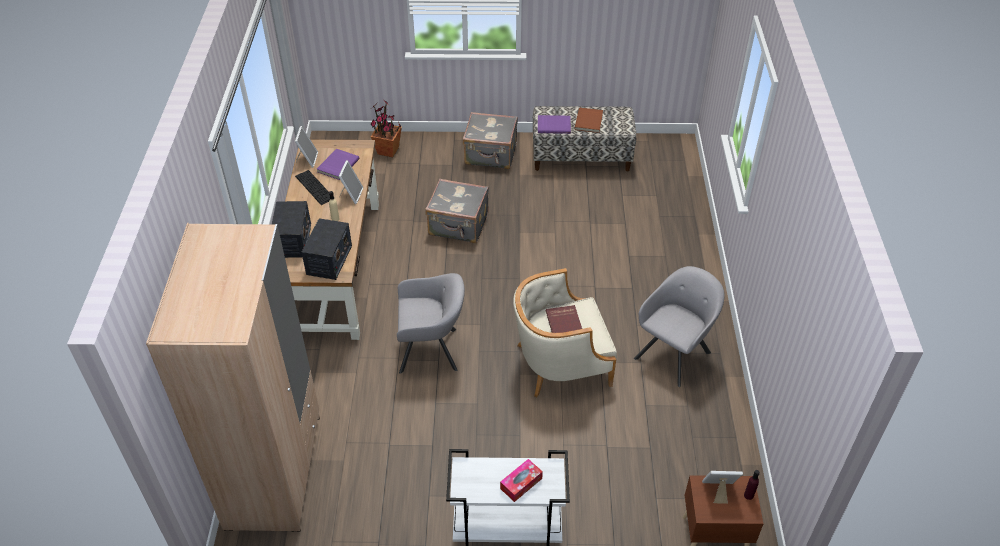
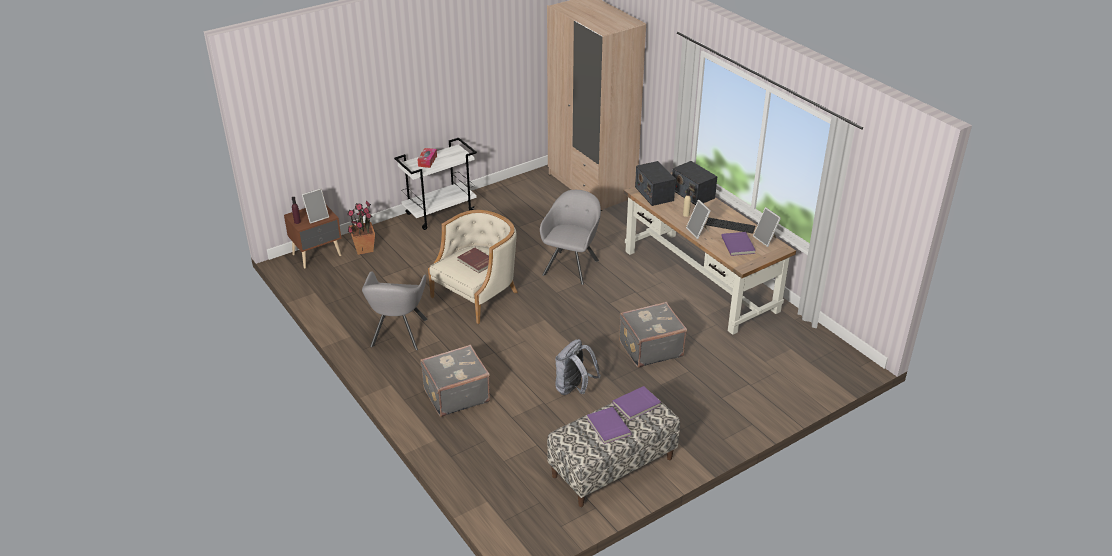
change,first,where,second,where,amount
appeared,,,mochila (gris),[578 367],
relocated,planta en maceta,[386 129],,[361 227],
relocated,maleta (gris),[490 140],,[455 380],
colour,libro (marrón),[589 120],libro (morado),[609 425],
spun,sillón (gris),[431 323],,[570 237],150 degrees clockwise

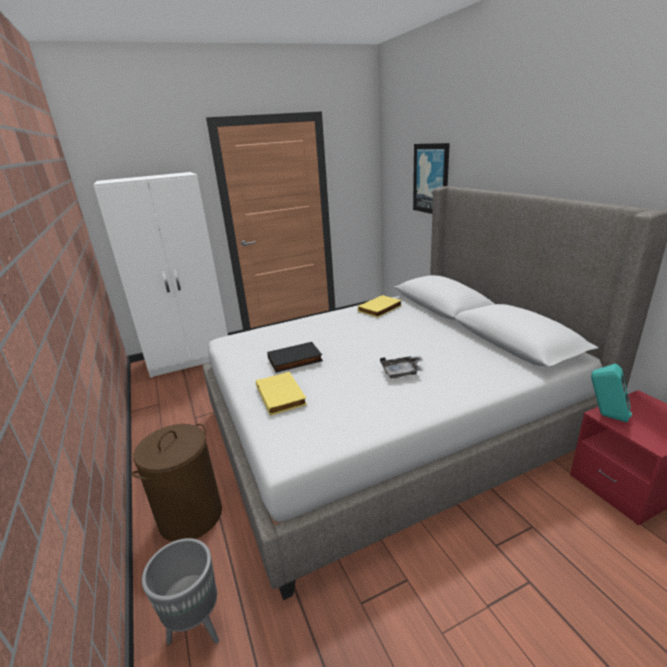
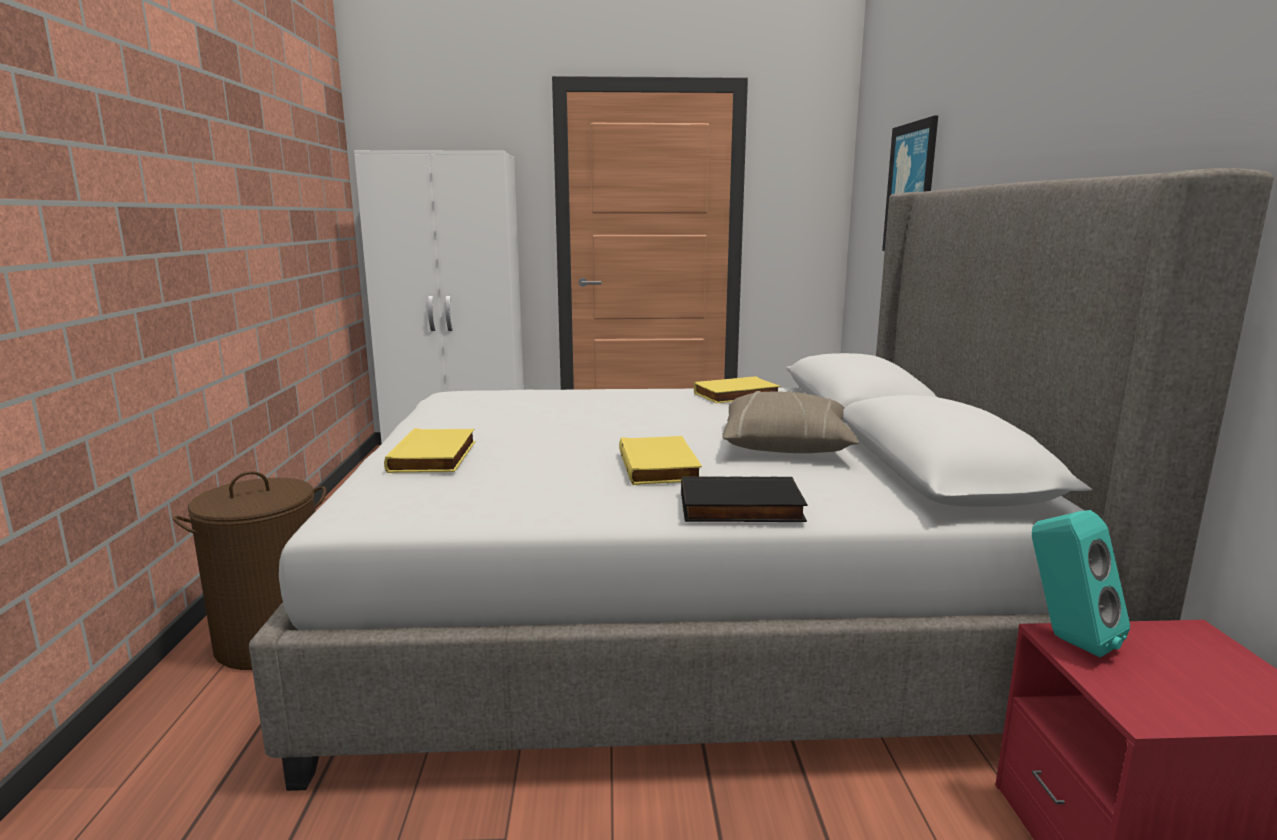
change,first,where,second,where,amount
missing,maceta (gris),[180 591],,,
appeared,,,cojín (beis),[790 422],
relocated,libro (negro),[295 357],,[744 499],
exchanged,bandeja (gris),[402 367],libro (amarillo),[660 460],

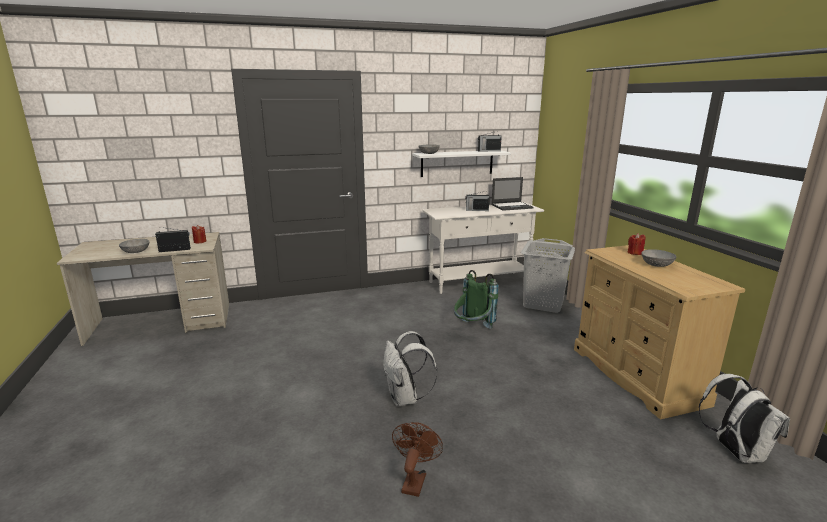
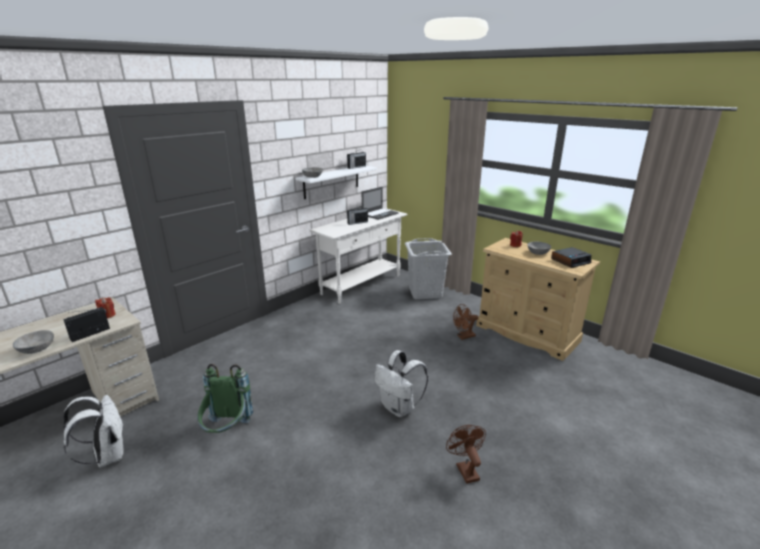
change,first,where,second,where,amount
appeared,,,ventilador (marrón),[466 322],
appeared,,,despertador,[571 257],
relocated,mochila (verde),[476 299],,[225 398],
relocated,mochila (blanco),[744 418],,[93 431],

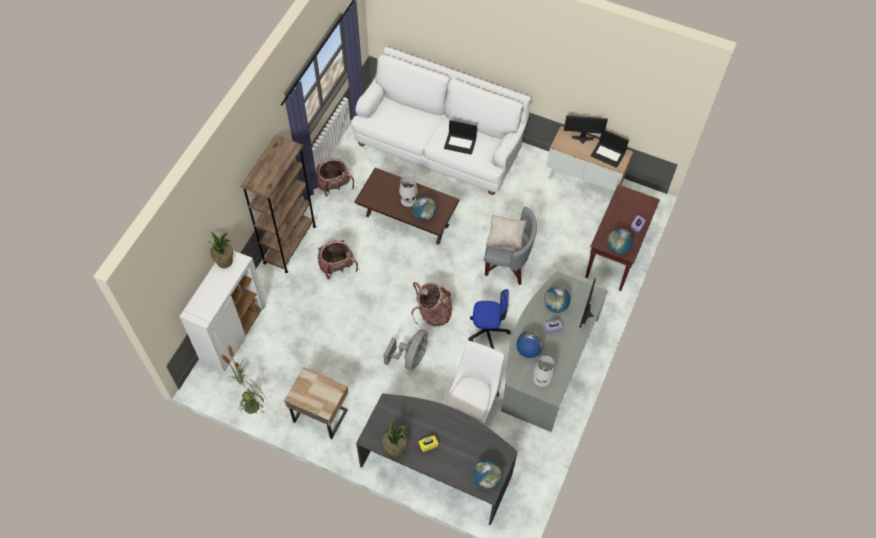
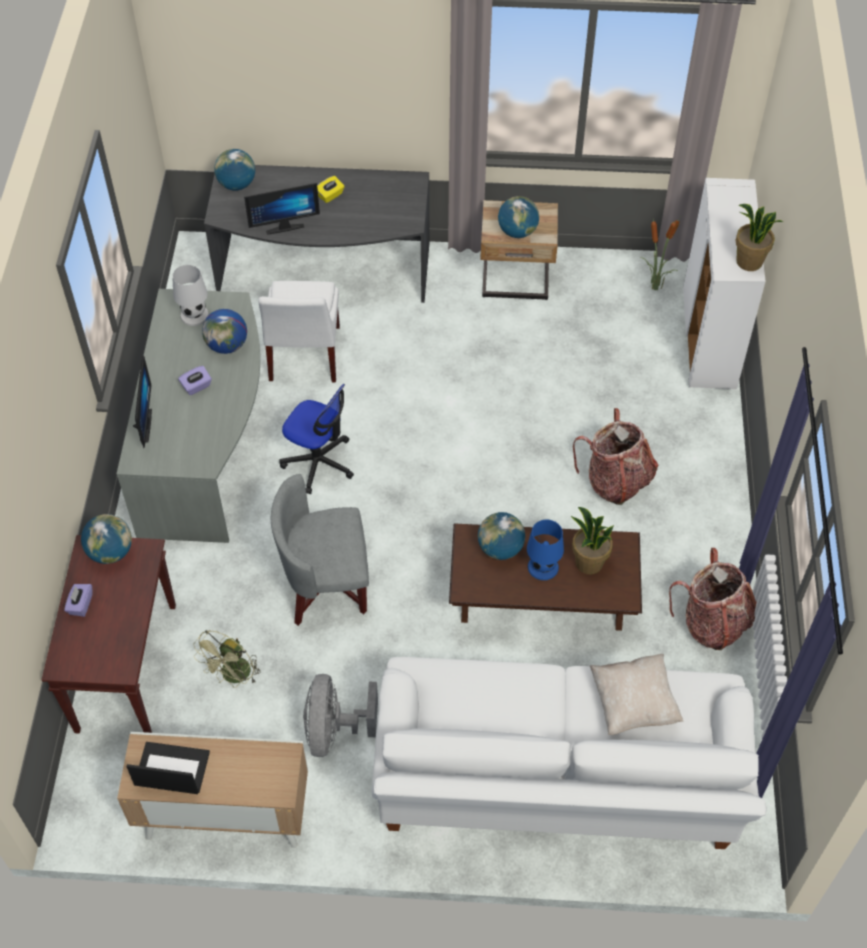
change,first,where,second,where,amount
missing,estantería (marrón),[278 203],,,
missing,mochila,[431 304],,,
missing,portátil,[460 137],,,
relocated,ventilador (verde),[253 395],,[227 659],
relocated,ventilador (gris),[405 349],,[340 715],
relocated,planta en maceta,[395 438],,[592 540],
relocated,cojín (beis),[506 233],,[637 694],
relocated,globo terráqueo,[557 300],,[518 217],
relocated,monitor,[586 129],,[282 209],
colour,lámpara de mesa (blanco),[408 191],lámpara de mesa (azul),[545 549],
spun,silla de oficina,[489 319],,[316 439],135 degrees counterclockwise

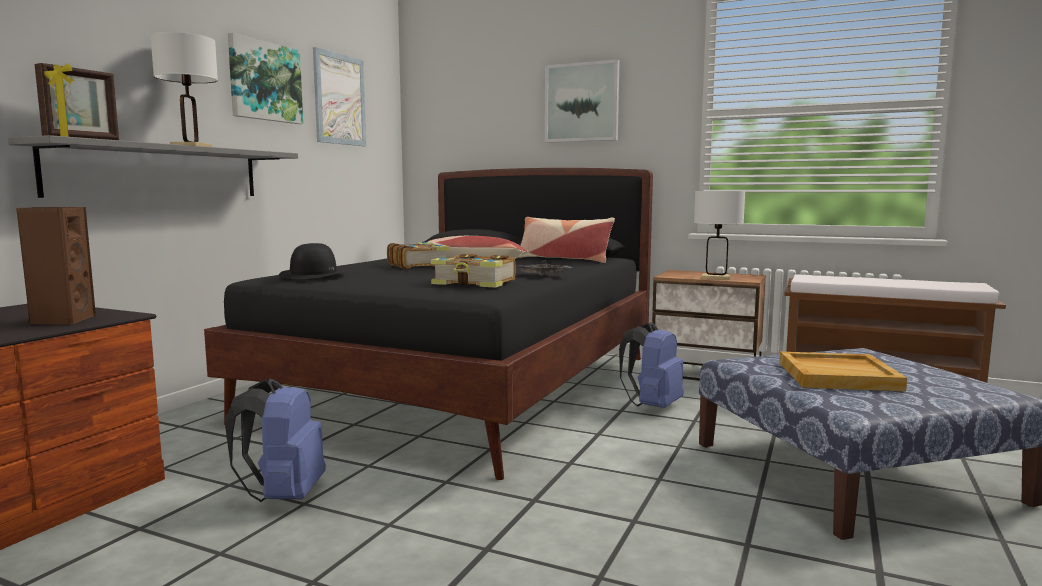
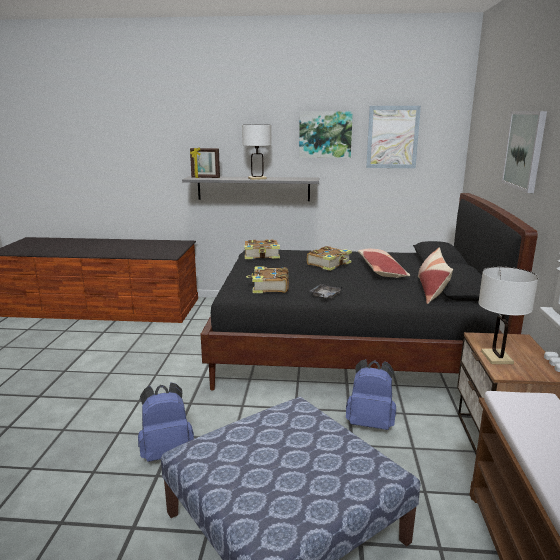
change,first,where,second,where,amount
missing,altavoz (marrón),[56 266],,,
missing,bandeja (beis),[843 371],,,
relocated,mochila (azul),[275 440],,[166 422],
exchanged,sombrero (negro),[313 261],libro,[262 249],

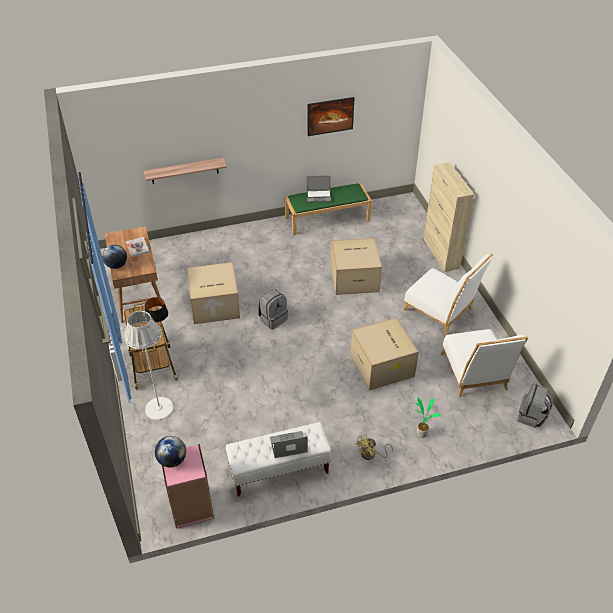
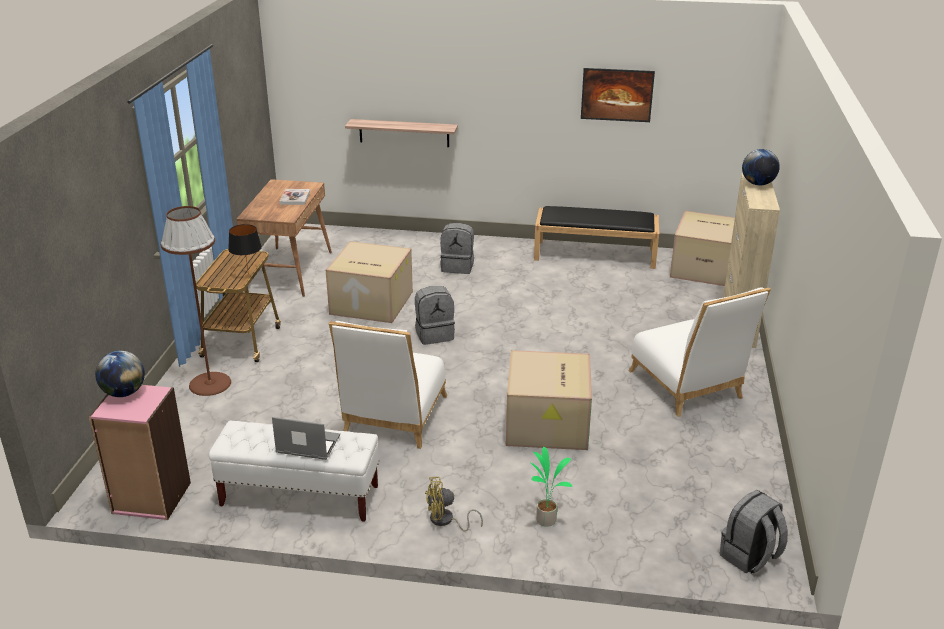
change,first,where,second,where,amount
missing,portátil,[319 188],,,
appeared,,,mochila (gris),[457 248],
relocated,globo terráqueo,[114 257],,[761 167],
relocated,caja de cartón,[356 266],,[702 248],
relocated,silla (blanco),[484 363],,[388 385],
colour,lámpara de pie (blanco),[149 365],lámpara de pie (marrón),[196 301],
colour,banco (verde),[328 209],banco (negro),[596 237],

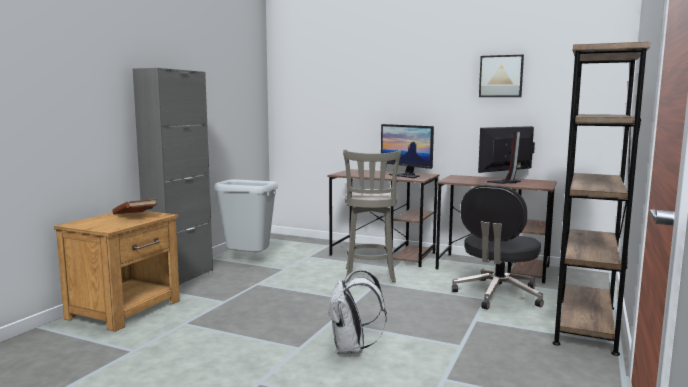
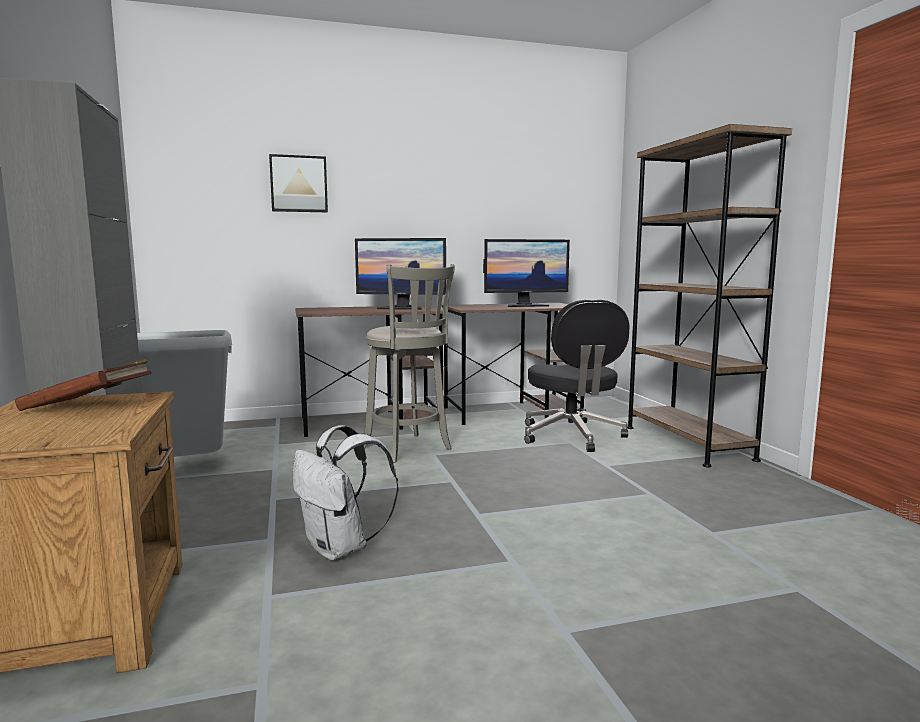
change,first,where,second,where,amount
relocated,mochila (blanco),[357 311],,[345 493],
relocated,cuadro,[501 76],,[298 183],
spun,monitor,[506 155],,[526 273],120 degrees counterclockwise

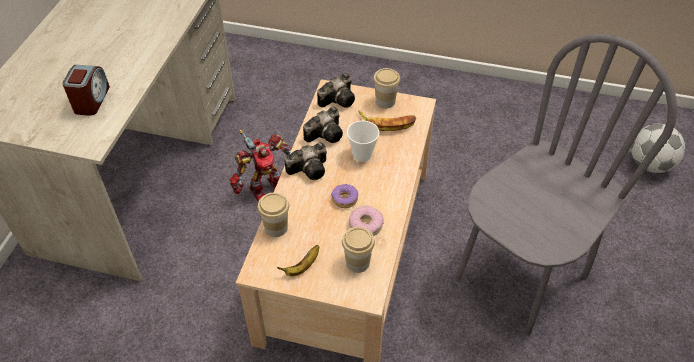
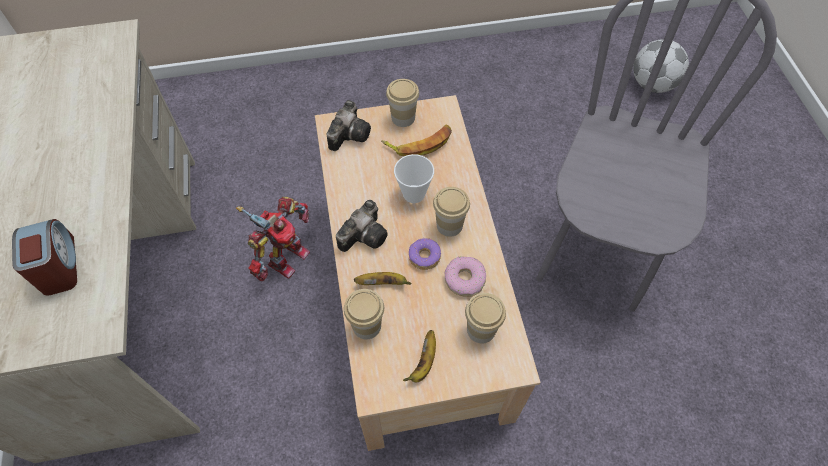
change,first,where,second,where,amount
missing,cámara,[323 125],,,
appeared,,,plátano,[383 278],
appeared,,,taza,[451 212],

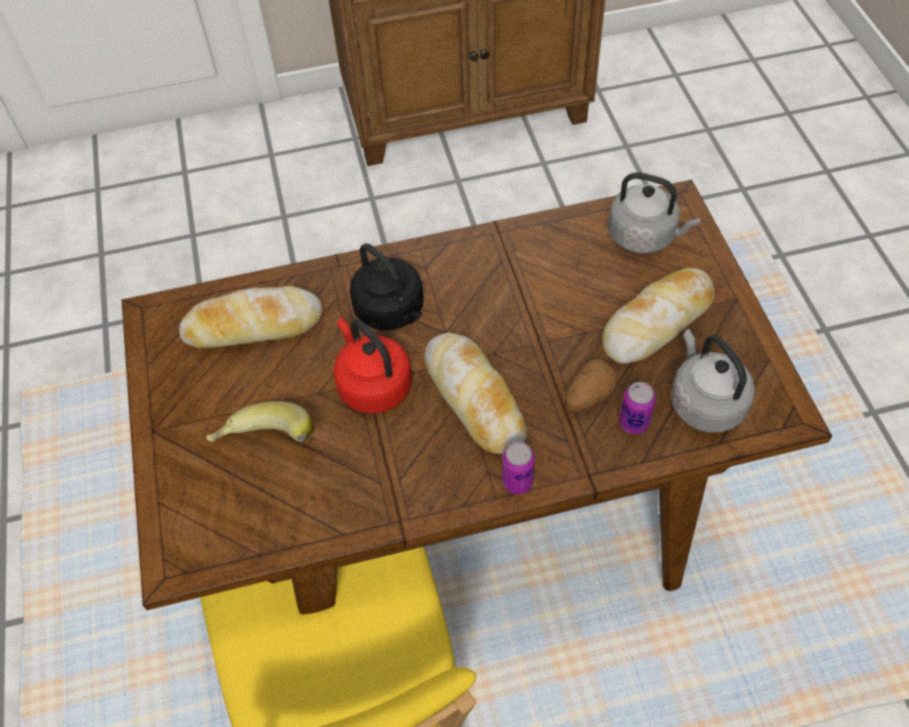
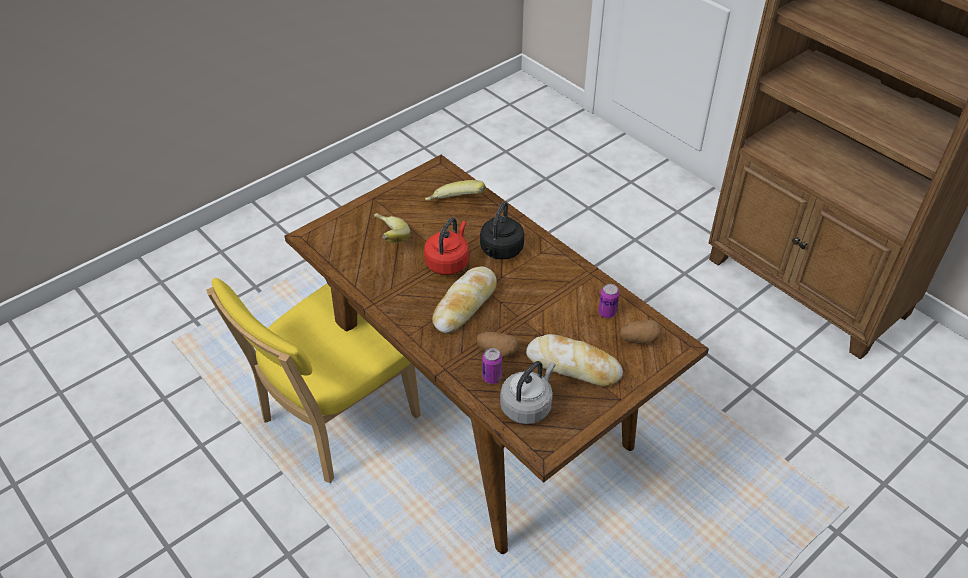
change,first,where,second,where,amount
relocated,lata,[518 468],,[608 301],
exchanged,pan,[251 317],plátano,[455 190],
exchanged,hervidor (gris),[654 213],patata,[640 332],

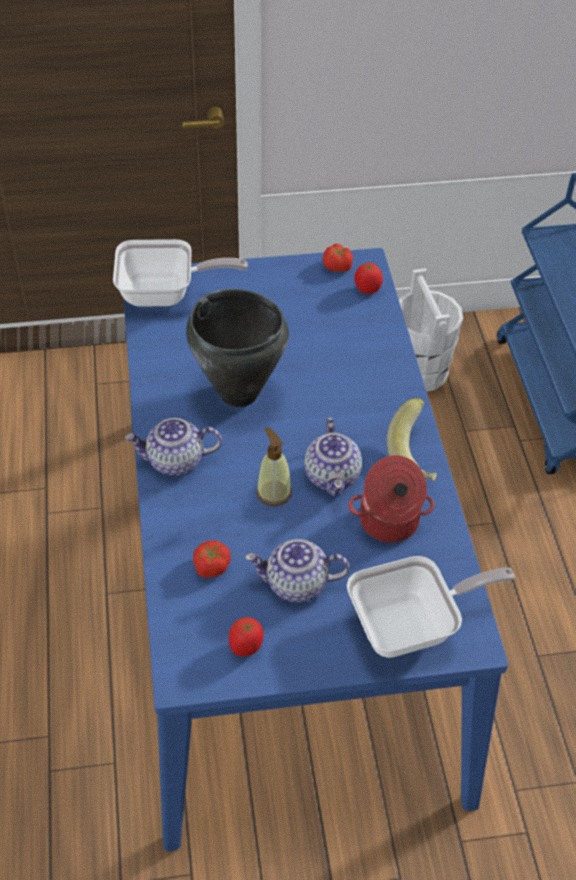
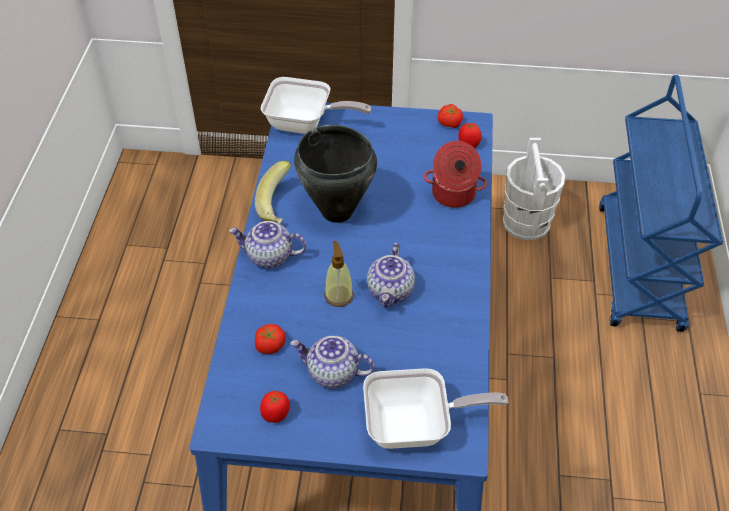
change,first,where,second,where,amount
relocated,olla,[391 499],,[455 174],
relocated,plátano,[412 439],,[273 192],

